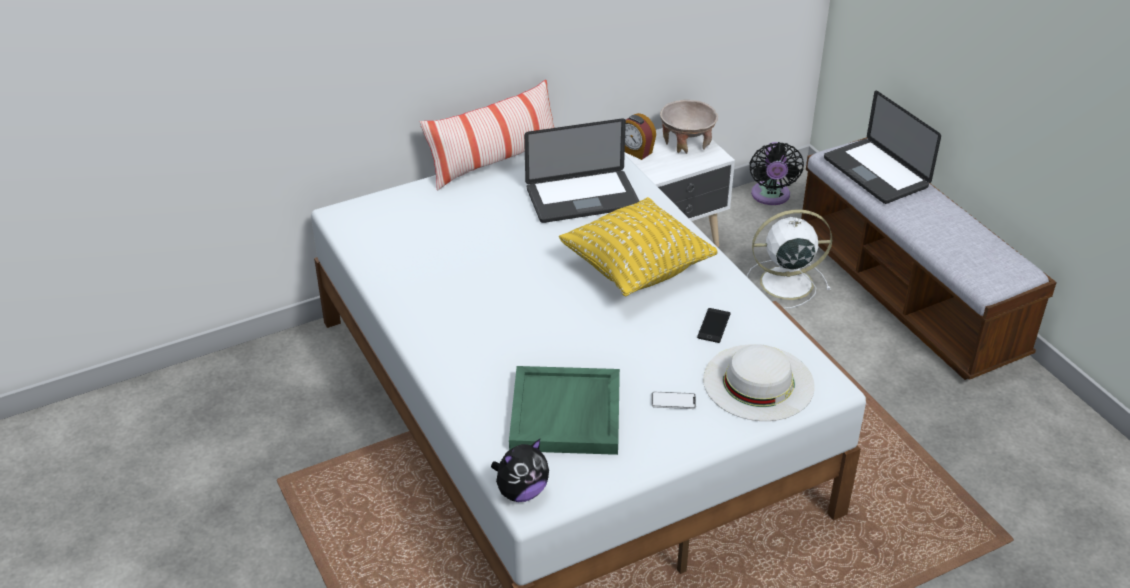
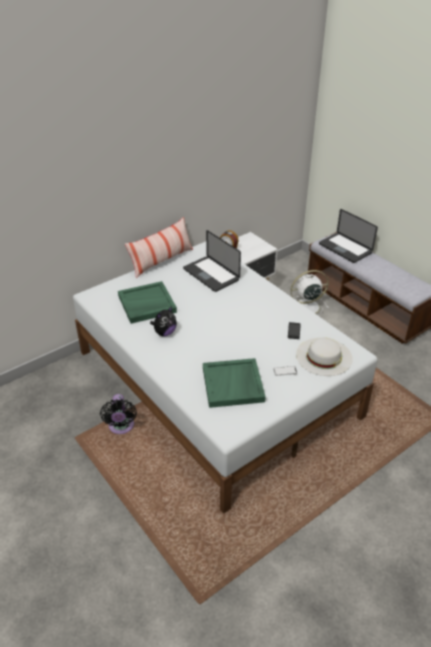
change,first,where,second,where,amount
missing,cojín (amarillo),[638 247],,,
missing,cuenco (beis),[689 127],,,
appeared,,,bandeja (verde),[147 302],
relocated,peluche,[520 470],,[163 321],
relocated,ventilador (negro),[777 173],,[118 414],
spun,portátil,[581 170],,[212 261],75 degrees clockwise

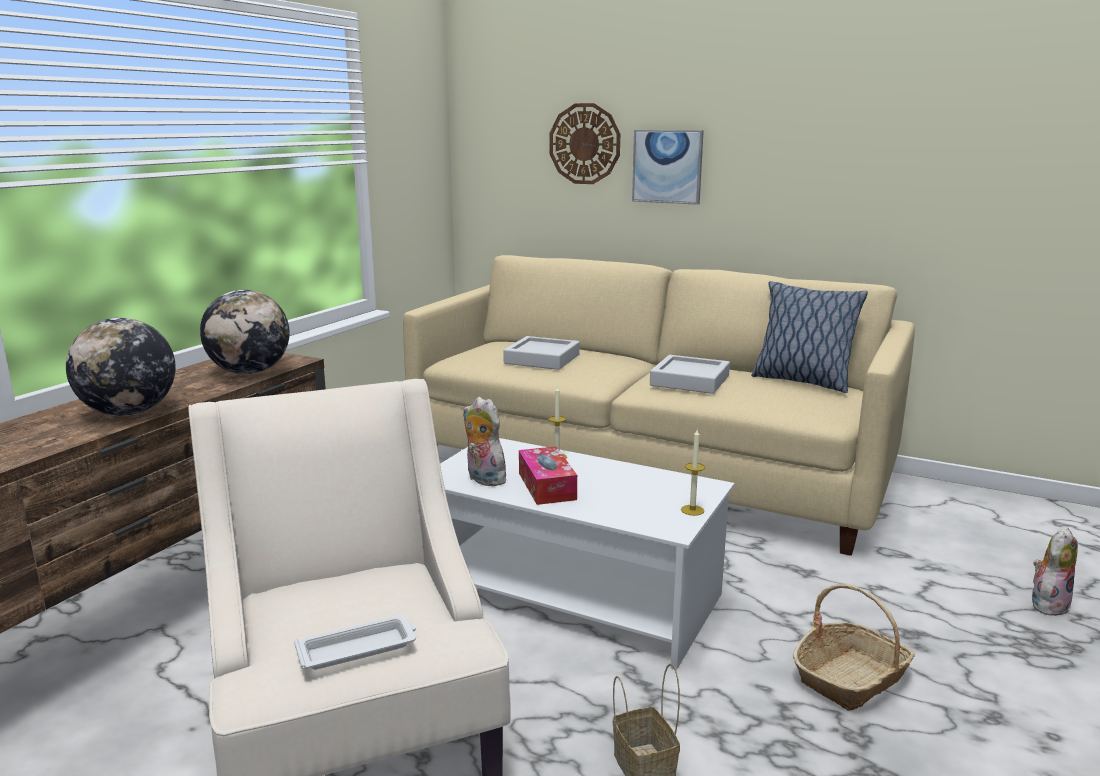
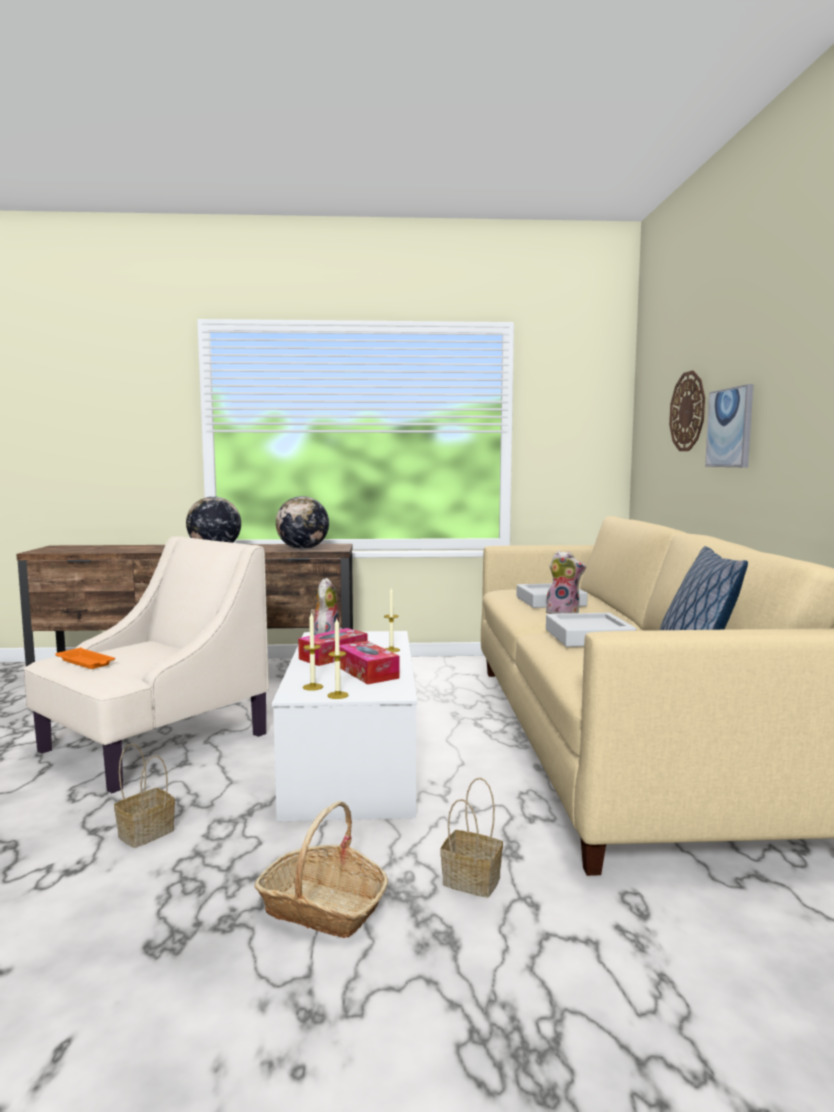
change,first,where,second,where,amount
appeared,,,vela,[313 651],
appeared,,,caja de pañuelos,[369 662],
appeared,,,cesta,[471 838],
relocated,peluche,[1055 571],,[566 582],
colour,bandeja (blanco),[355 642],bandeja (naranja),[85 658],

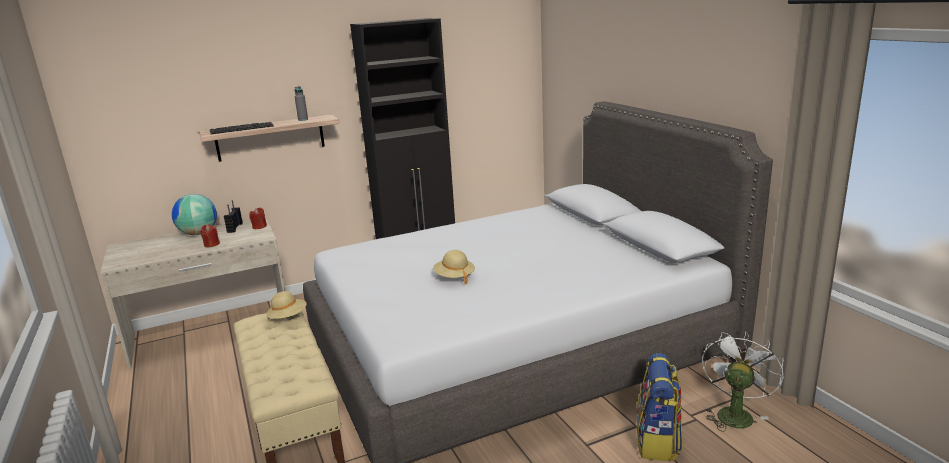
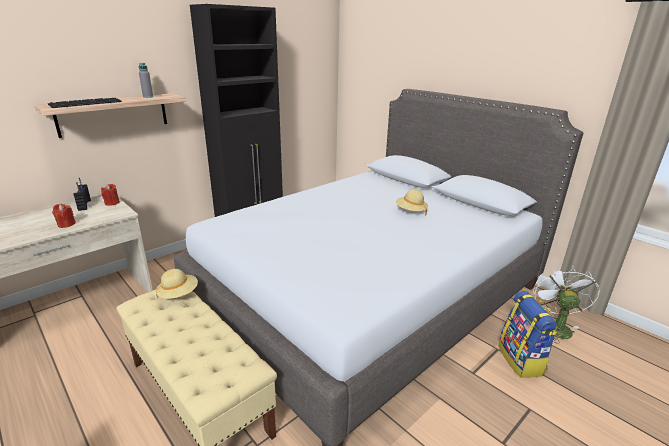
change,first,where,second,where,amount
missing,globo terráqueo,[194 214],,,
relocated,sombrero (beis),[454 267],,[412 203],

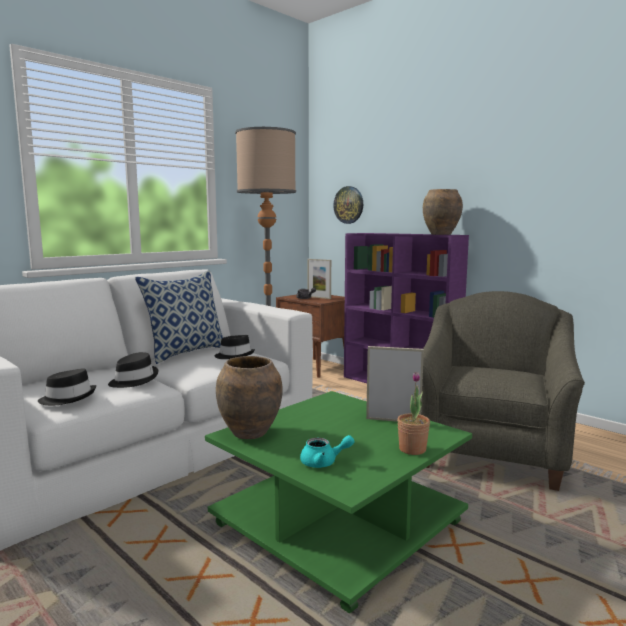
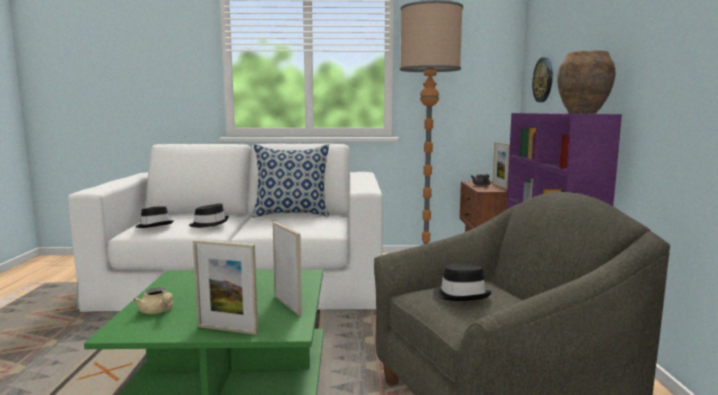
change,first,where,second,where,amount
missing,florero (marrón),[249 397],,,
relocated,sombrero (negro),[235 347],,[462 282],
exchanged,planta en maceta,[413 413],portarretratos,[225 287],
colour,tetera (turquesa),[327 451],tetera (beis),[153 301],

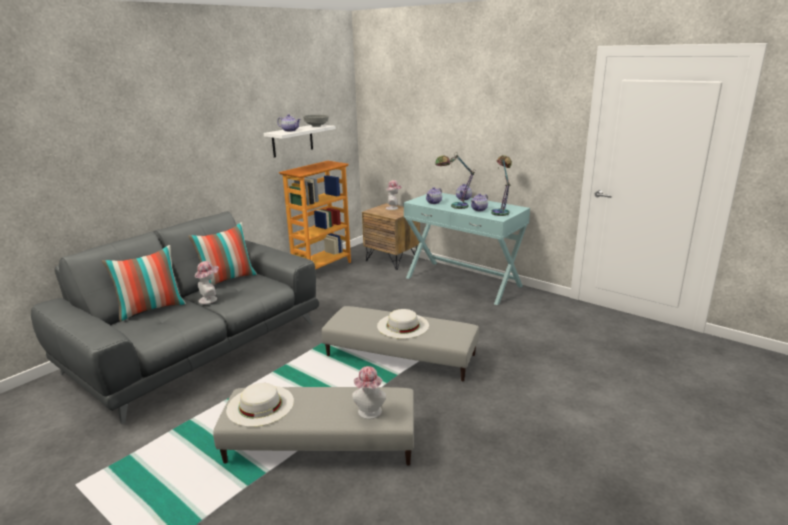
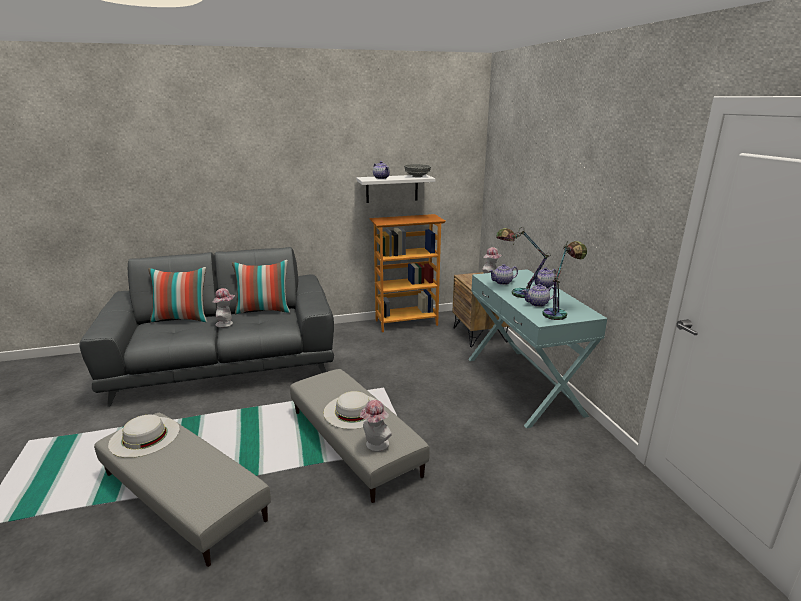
change,first,where,second,where,amount
relocated,sombrero,[369 392],,[376 426],

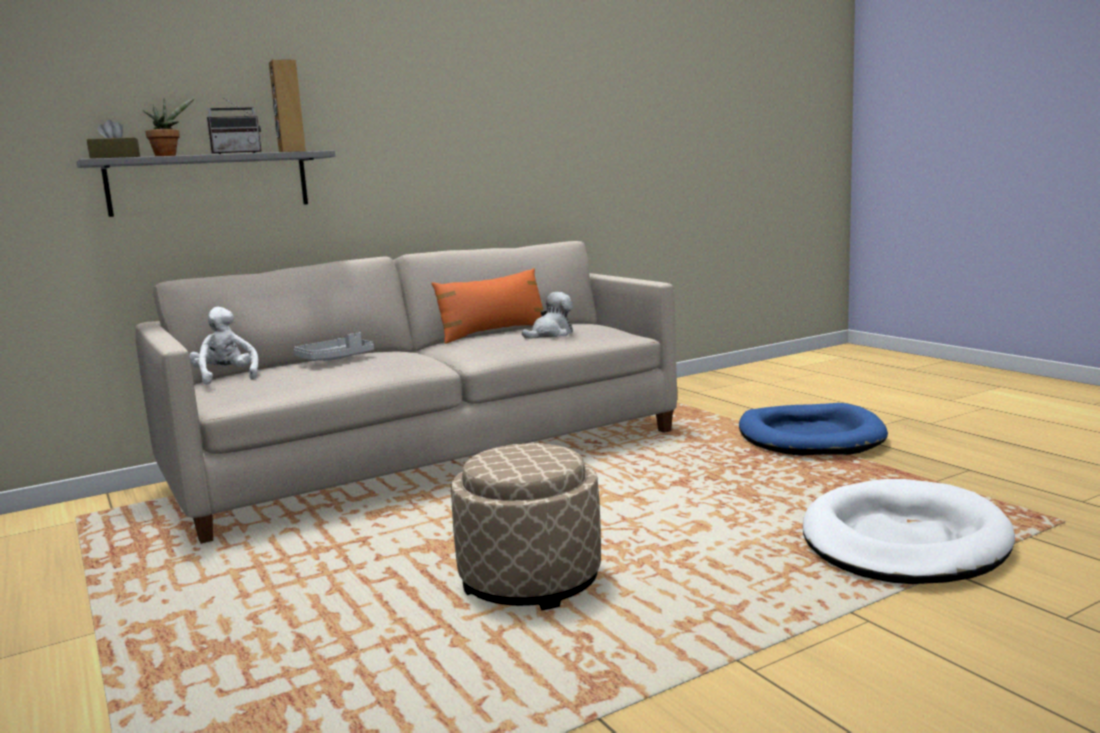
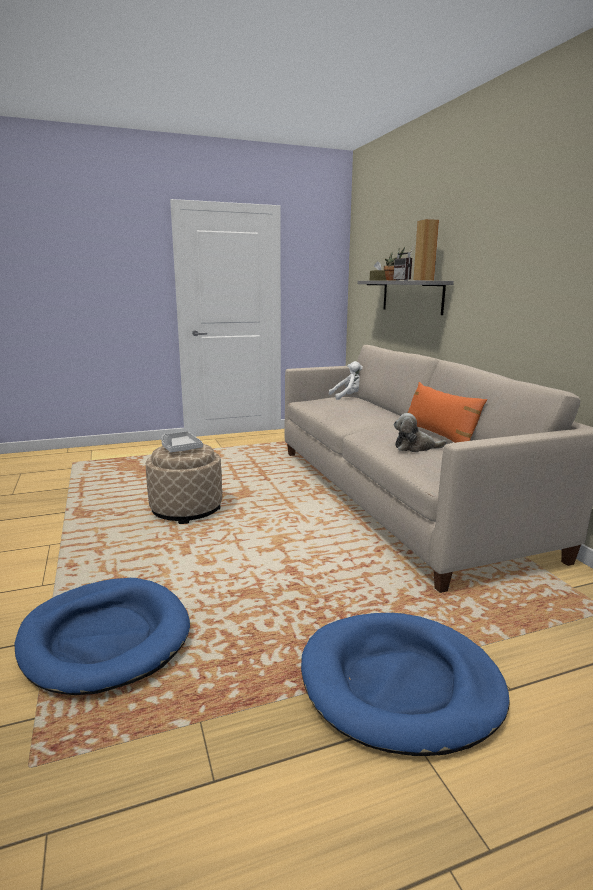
change,first,where,second,where,amount
relocated,bandeja (gris),[333 346],,[182 441],
colour,cama para perro (blanco),[909 531],cama para perro (azul),[102 636],
spun,peluche,[547 315],,[420 432],120 degrees clockwise

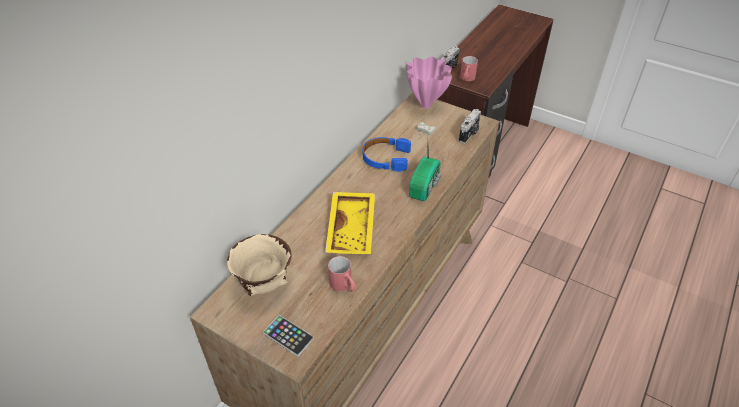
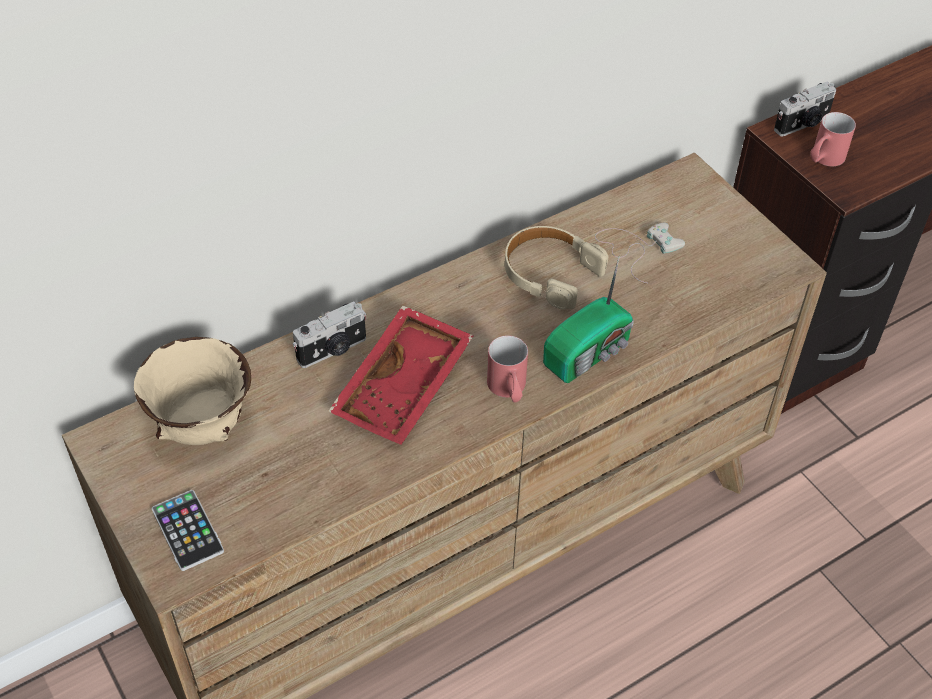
change,first,where,second,where,amount
missing,florero (rosa),[429 82],,,
relocated,taza grande (rojo),[342 274],,[507 368],
relocated,cámara,[470 126],,[329 335],
colour,bandeja (amarillo),[350 223],bandeja (rojo),[400 375],
colour,auriculares (azul),[387 154],auriculares (beis),[556 267],

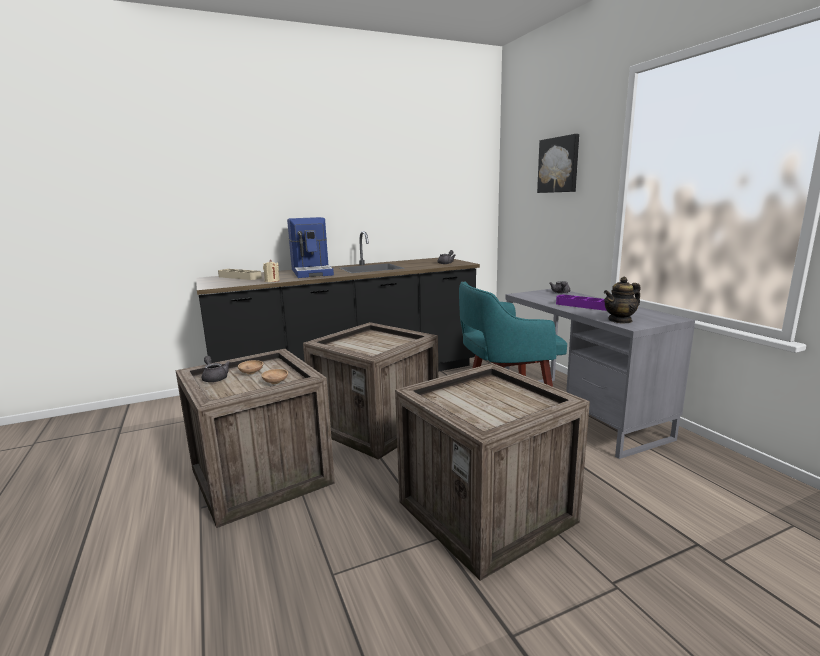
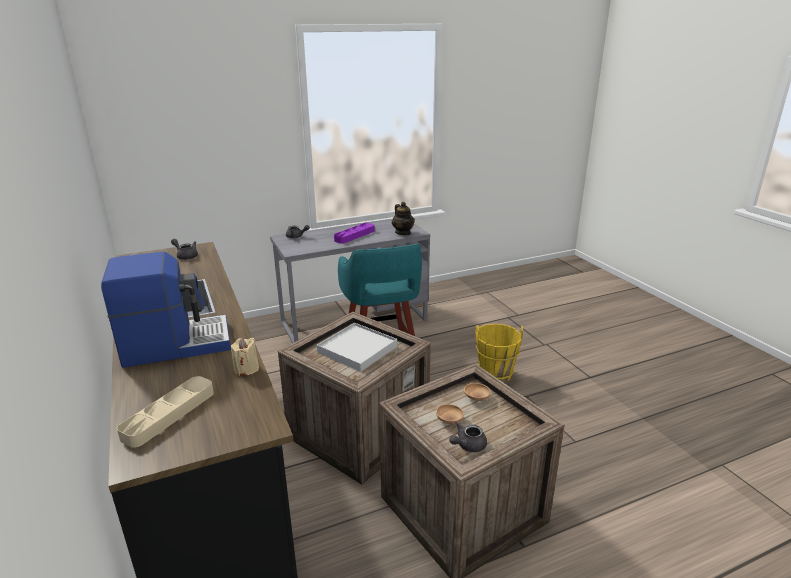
change,first,where,second,where,amount
missing,cuadro,[558 163],,,
appeared,,,bandeja (blanco),[357 347],
exchanged,caja de embalaje,[492 472],cubo (amarillo),[499 353],

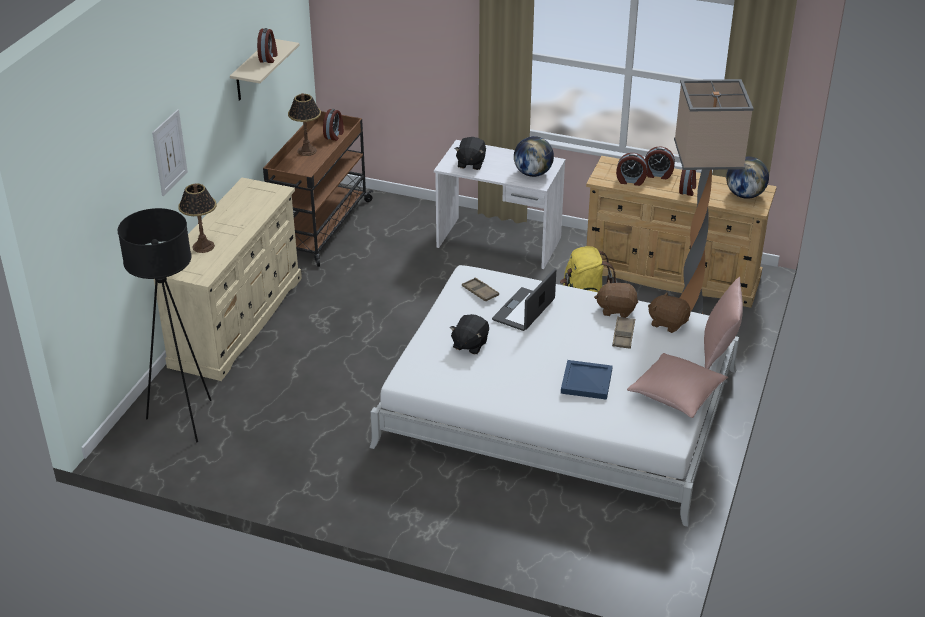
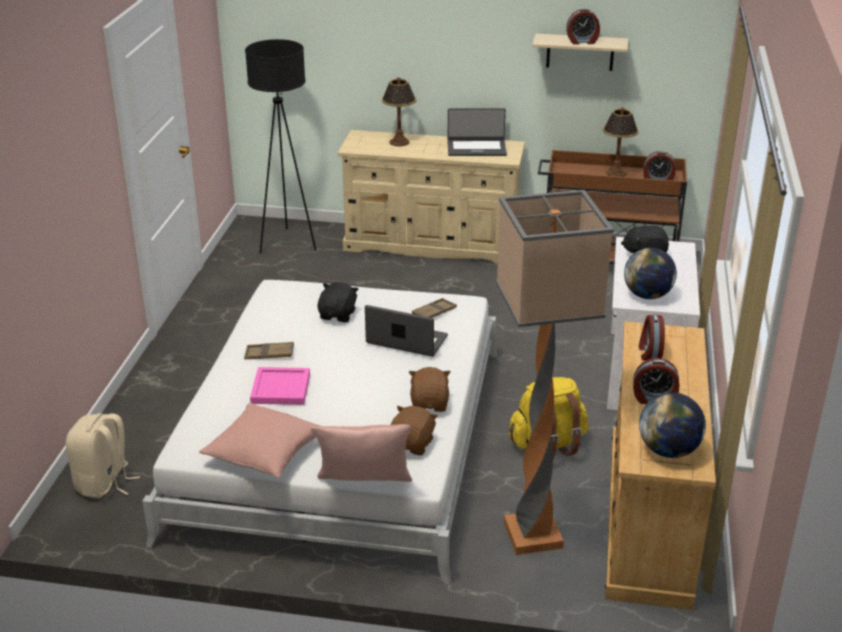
change,first,where,second,where,amount
missing,cuadro,[170 152],,,
missing,despertador,[660 162],,,
appeared,,,mochila (beis),[103 456],
appeared,,,portátil,[477 132],
relocated,bandeja (marrón),[623 332],,[269 350],
colour,bandeja (azul),[587 380],bandeja (rosa),[280 386],
spun,peluche (negro),[469 334],,[338 302],90 degrees clockwise

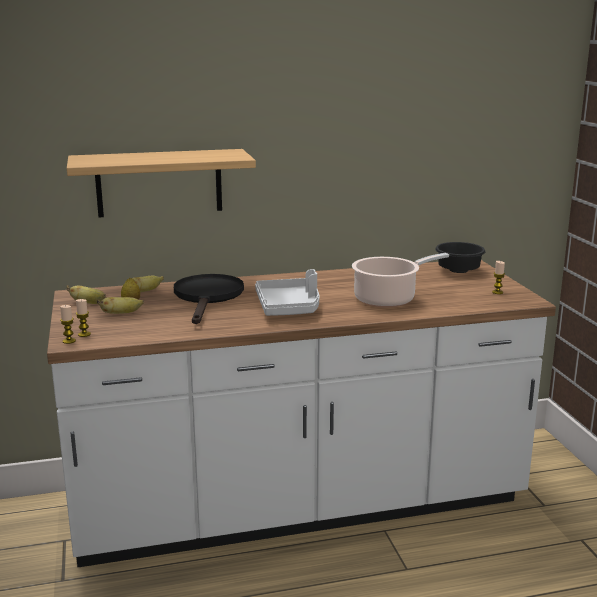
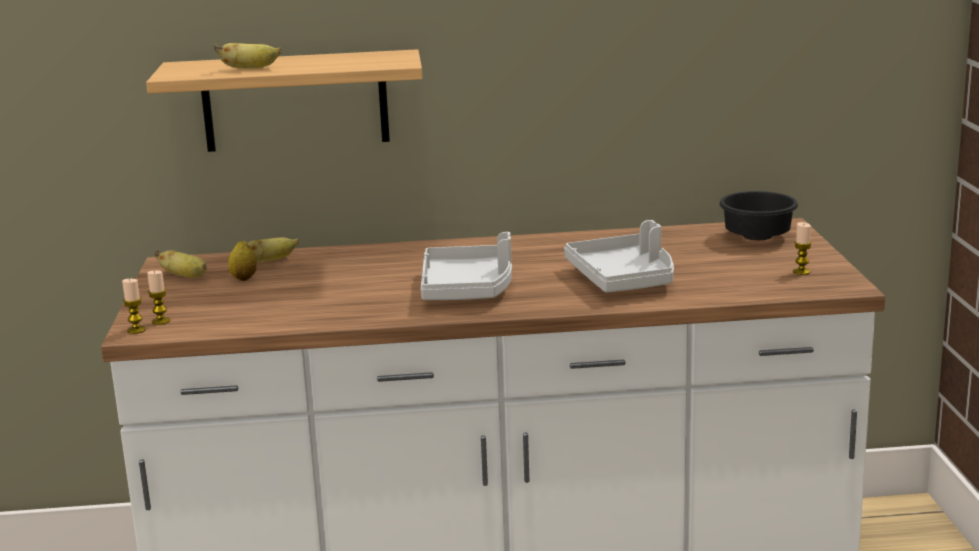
change,first,where,second,where,amount
missing,sartén (negro),[209 299],,,
relocated,plátano,[120 305],,[247 55],
exchanged,olla,[400 280],bandeja (gris),[619 256],

